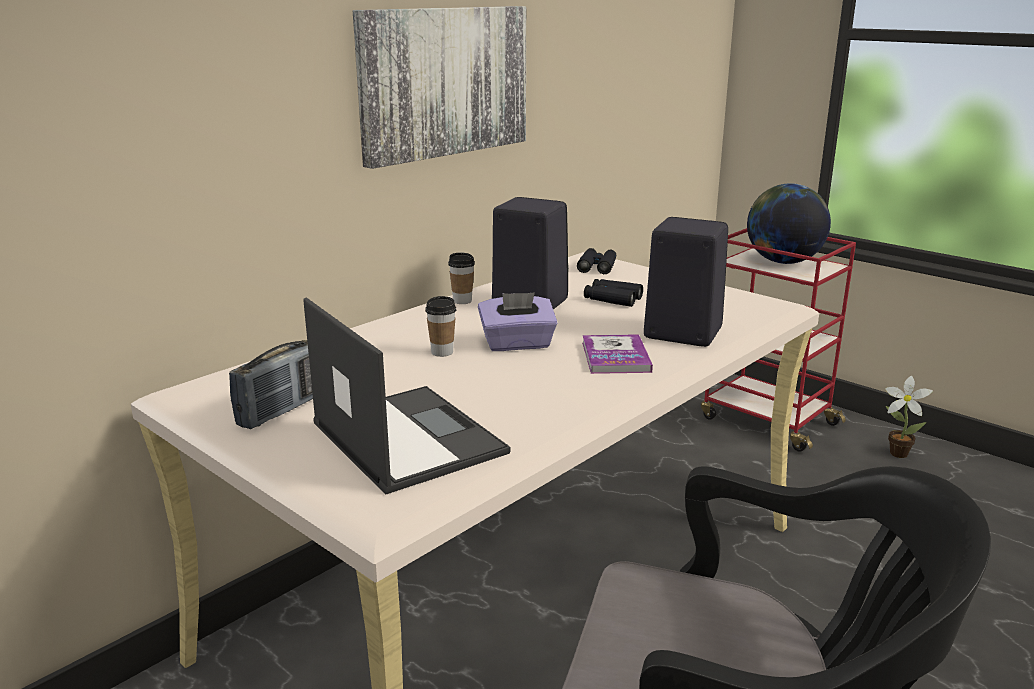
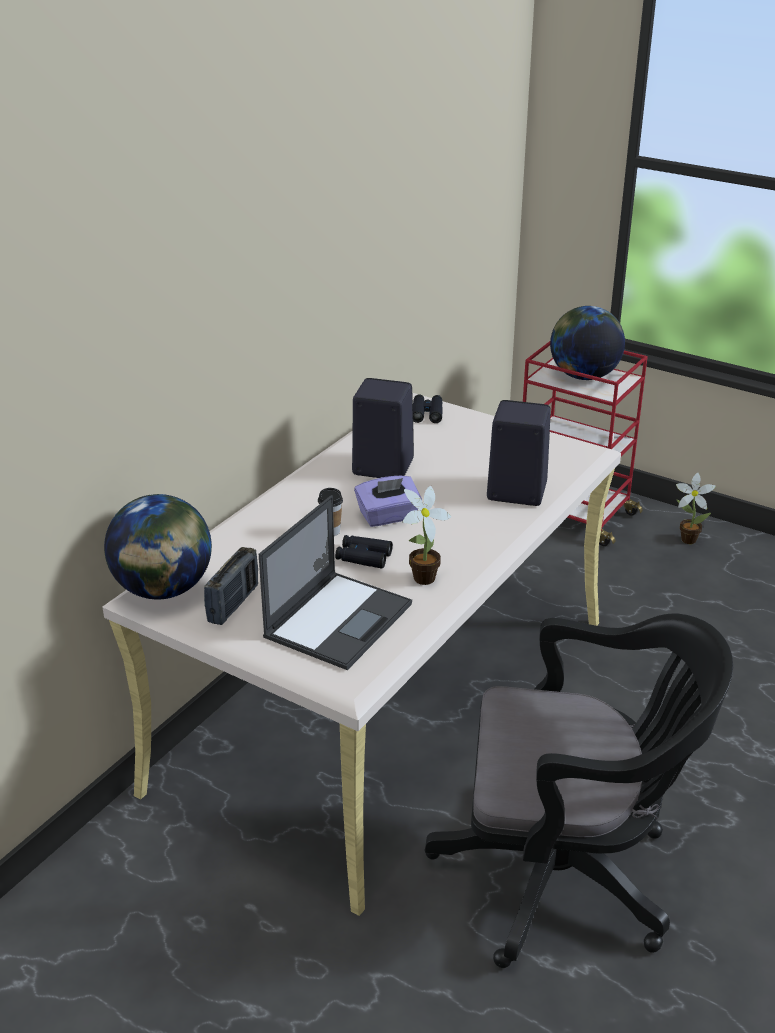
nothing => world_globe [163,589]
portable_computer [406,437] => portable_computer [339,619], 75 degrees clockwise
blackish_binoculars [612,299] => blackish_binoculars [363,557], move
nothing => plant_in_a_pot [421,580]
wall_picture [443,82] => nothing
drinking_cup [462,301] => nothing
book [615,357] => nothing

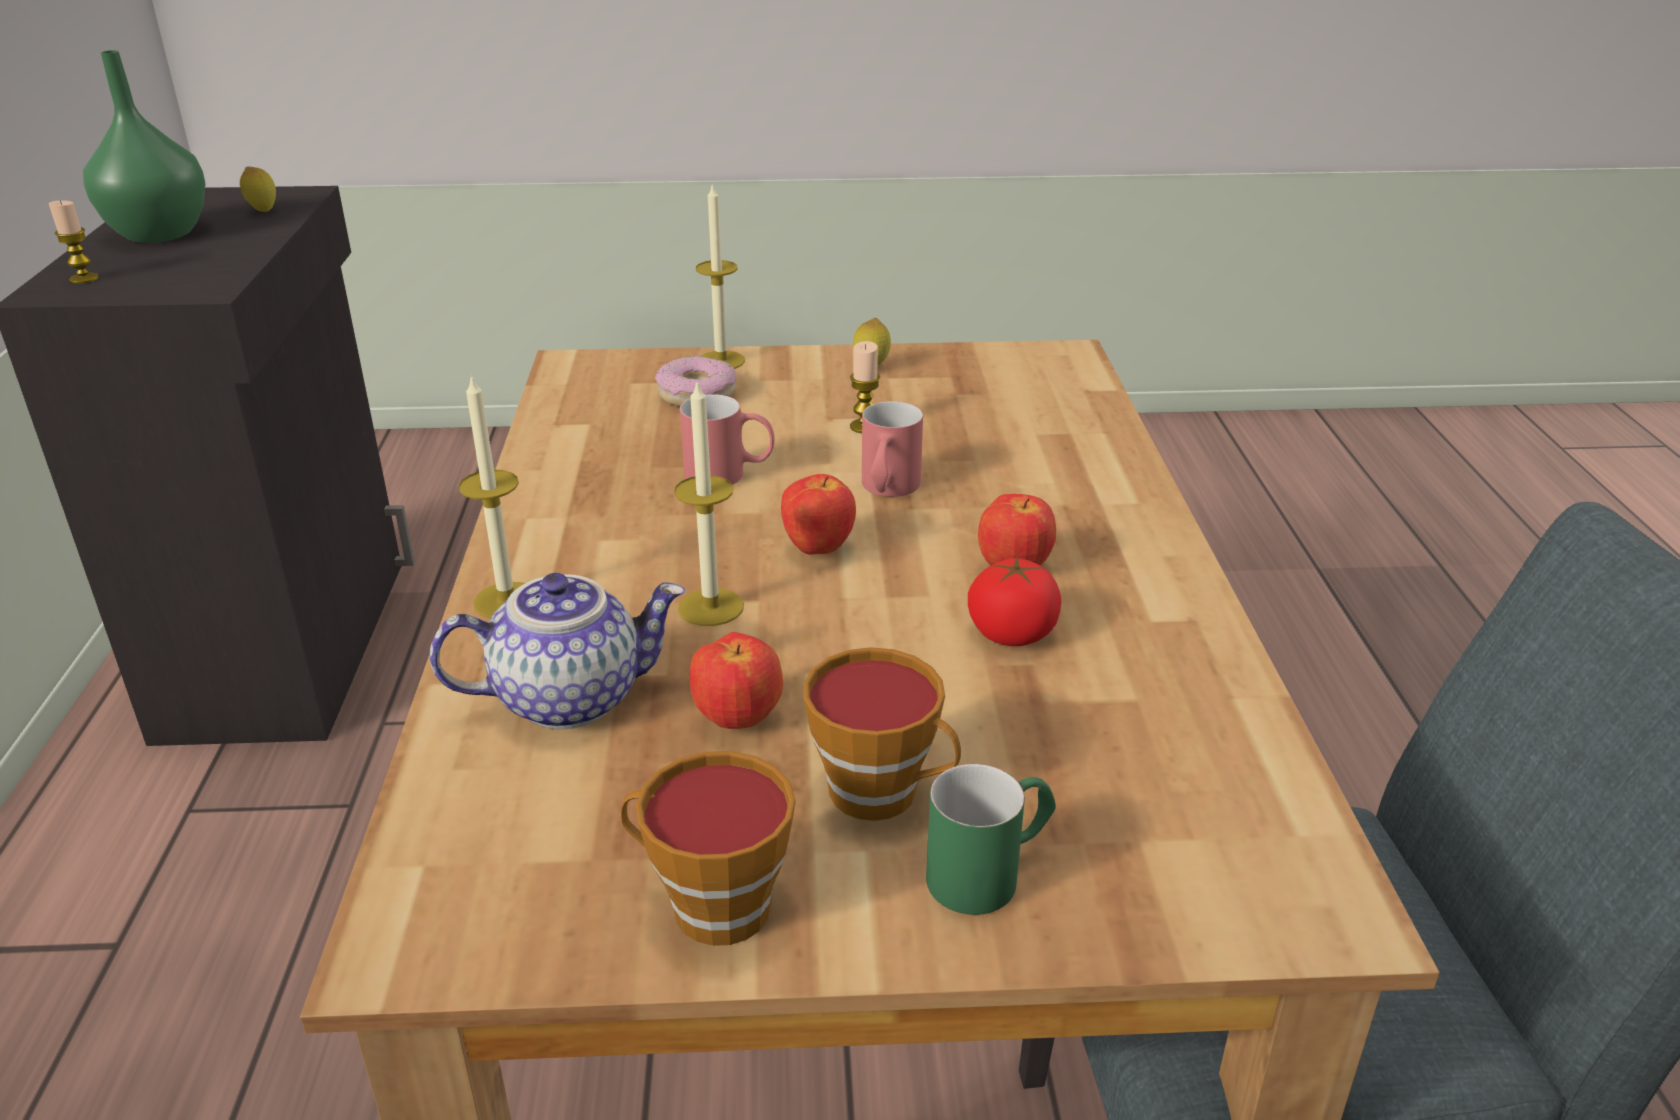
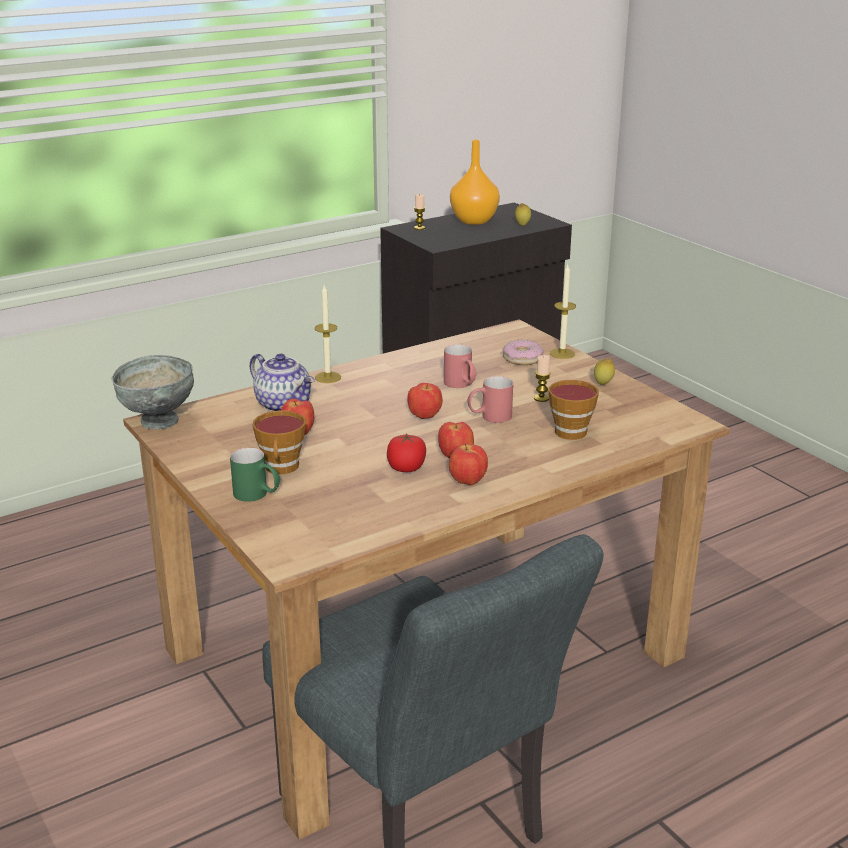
nothing => greyish_bowl [158,422]
nothing => apple [467,482]
greenish_decorative_vase [159,233] => orangey_decorative_vase [474,220]
drinking_cup [709,906] => drinking_cup [568,430], move
wax_light [710,607] => nothing

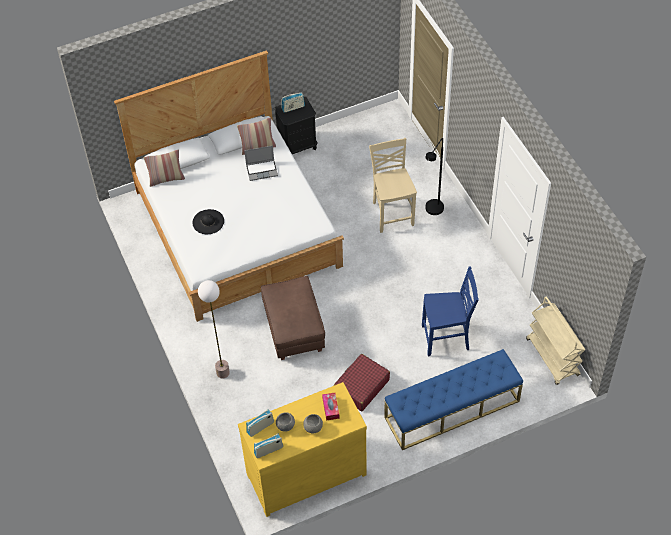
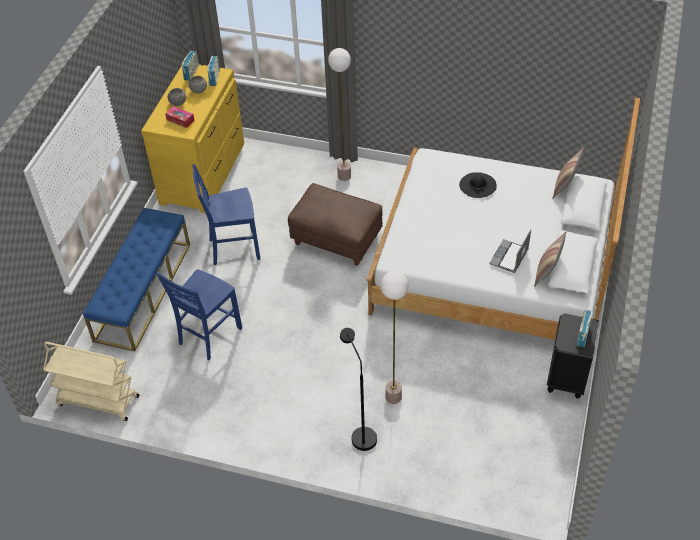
red-coloured_suitcase [361,387] => blue-coloured_plain_chair [233,248]
sand-coloured_plain_chair [392,213] => standard_lamp [393,397]

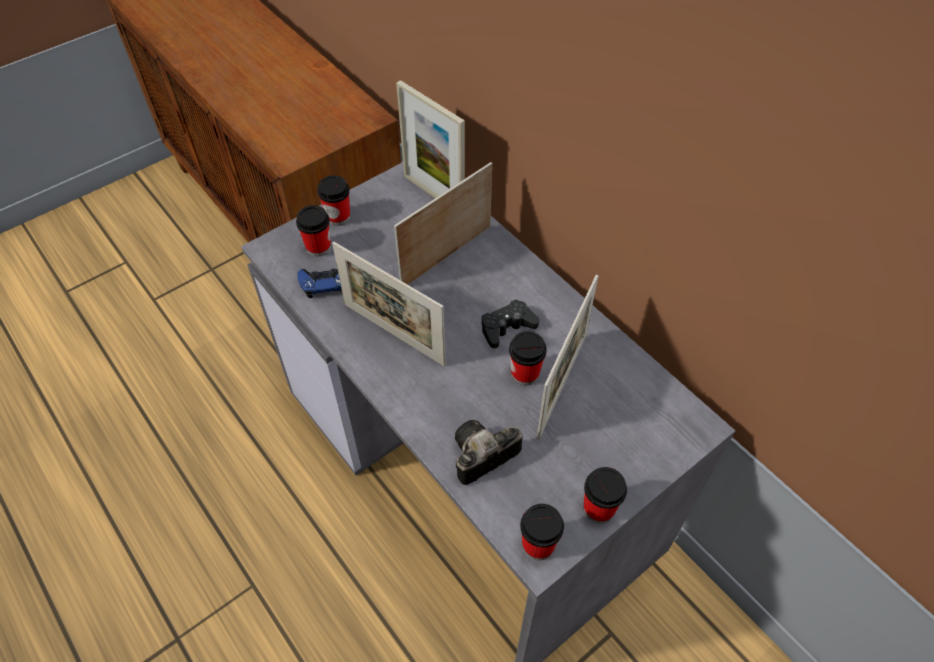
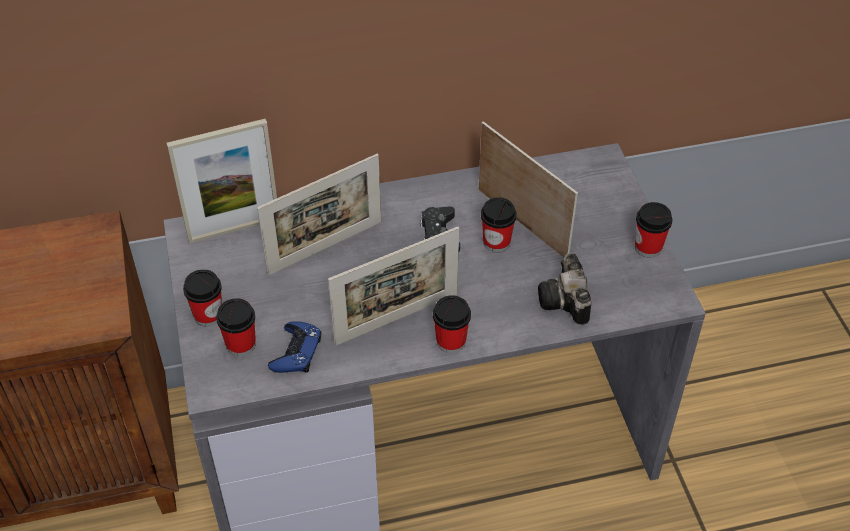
picture_frame [446,256] => picture_frame [325,247], 105 degrees counterclockwise
drinking_cup [538,544] => drinking_cup [451,341], move

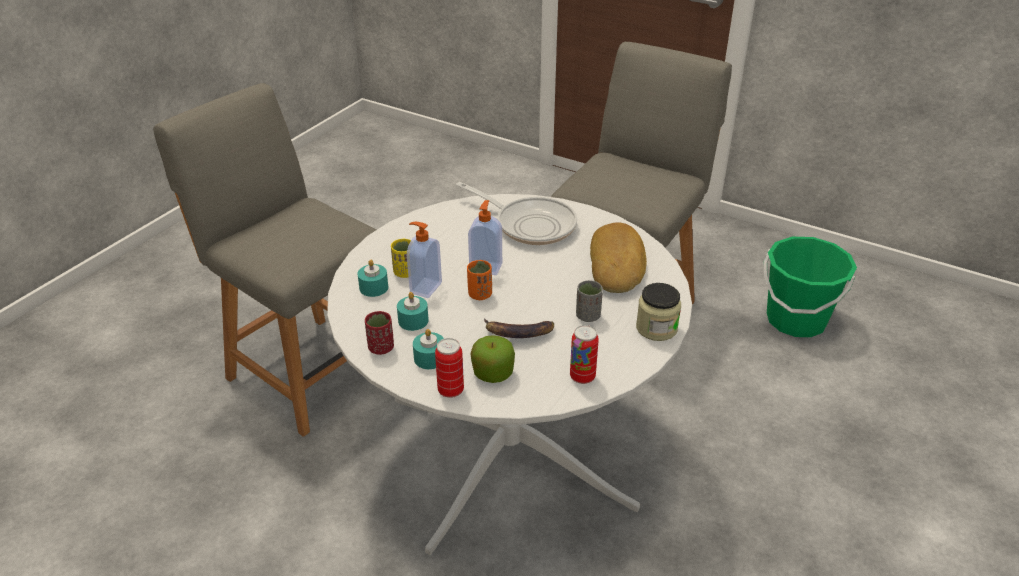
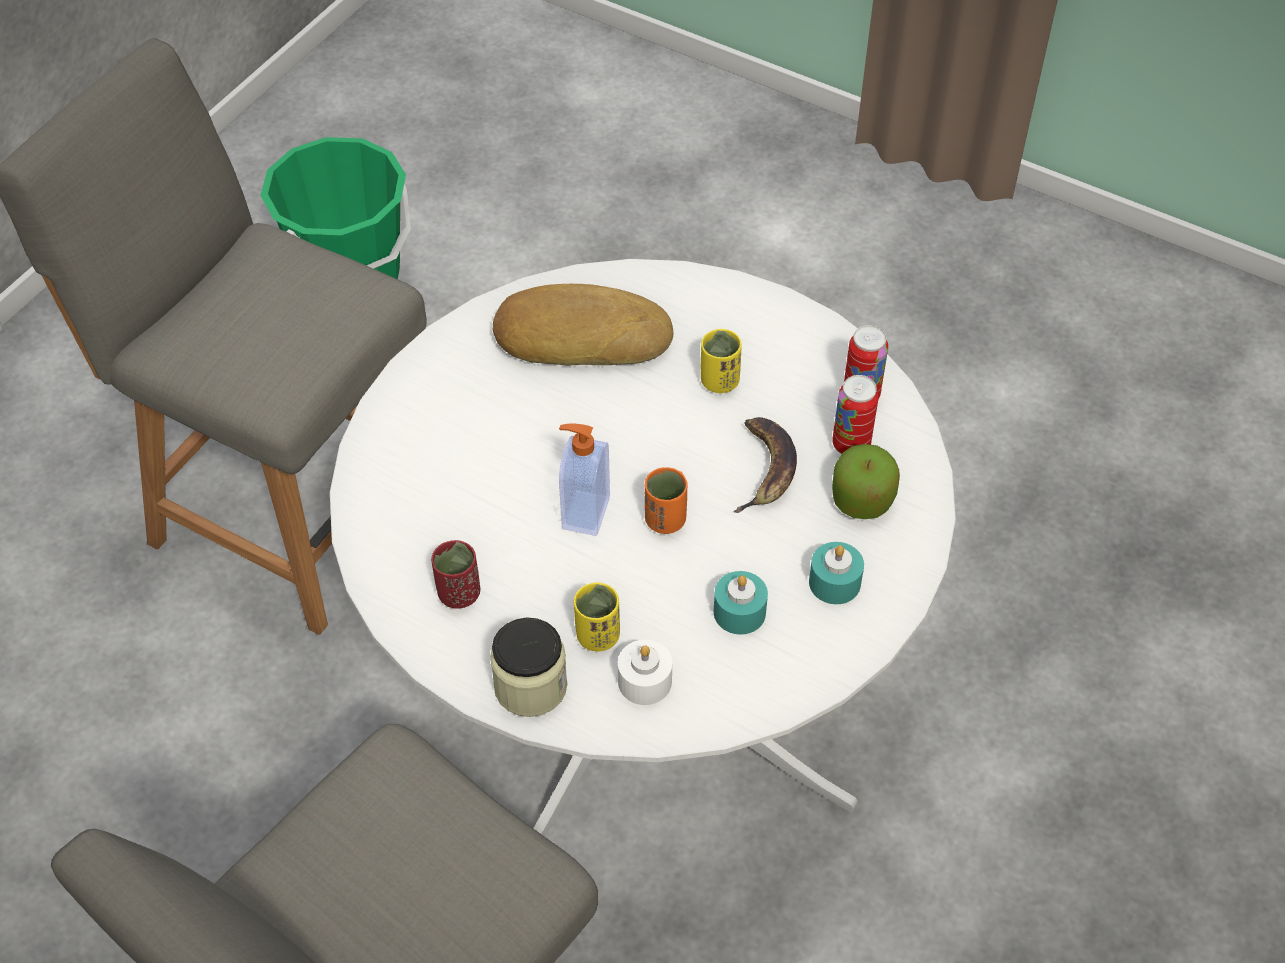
red-coloured_drinking_cup [381,348] => red-coloured_drinking_cup [459,593], move
storage_jar [656,328] => storage_jar [530,686], move
blue-green_wax_light [374,287] => whitish_wax_light [644,681]
greyish_drinking_cup [588,316] => yellow-coloured_drinking_cup [719,381]
sealed_can [450,390] => sealed_can [851,445], move
soap_bottle [425,287] => nothing
frying_pan [530,224] => nothing

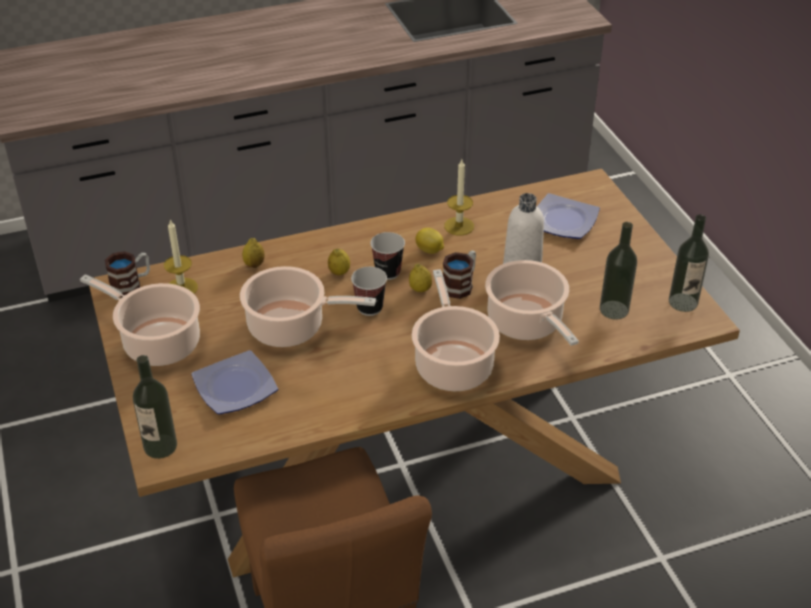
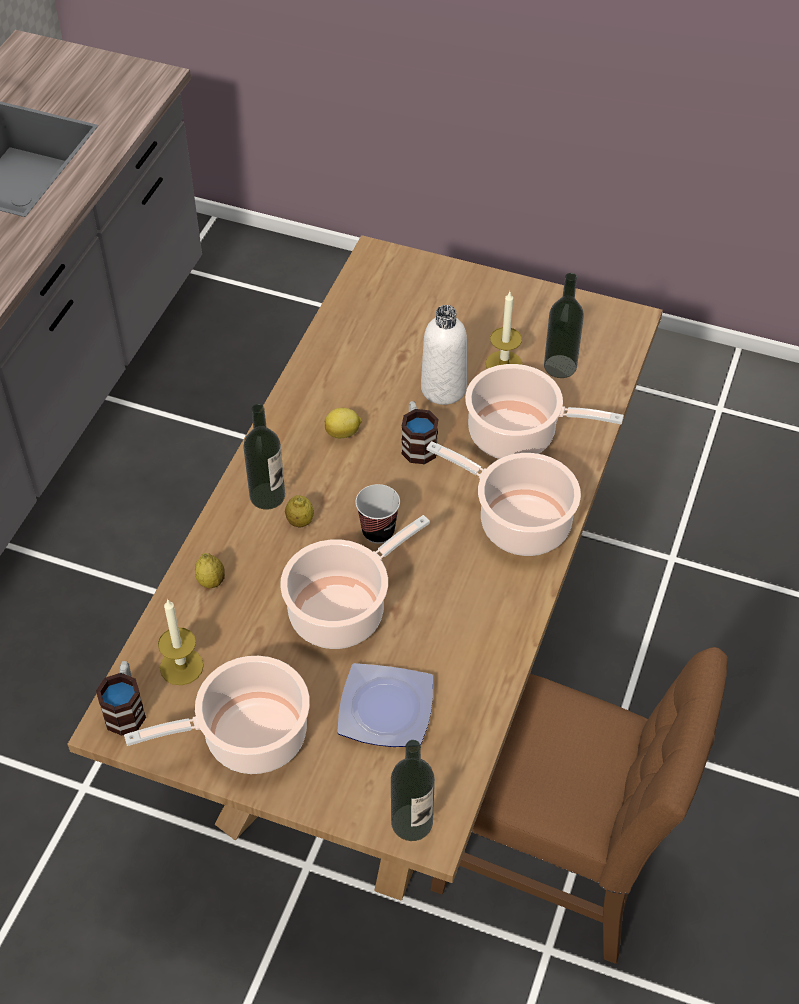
beverage_bottle [683,302] => beverage_bottle [267,496], move
wax_light [459,226] => wax_light [504,364], move
drinking_cup [388,272] => nothing
citrus_fruit [420,289] => nothing
dinner_plate [563,220] => nothing

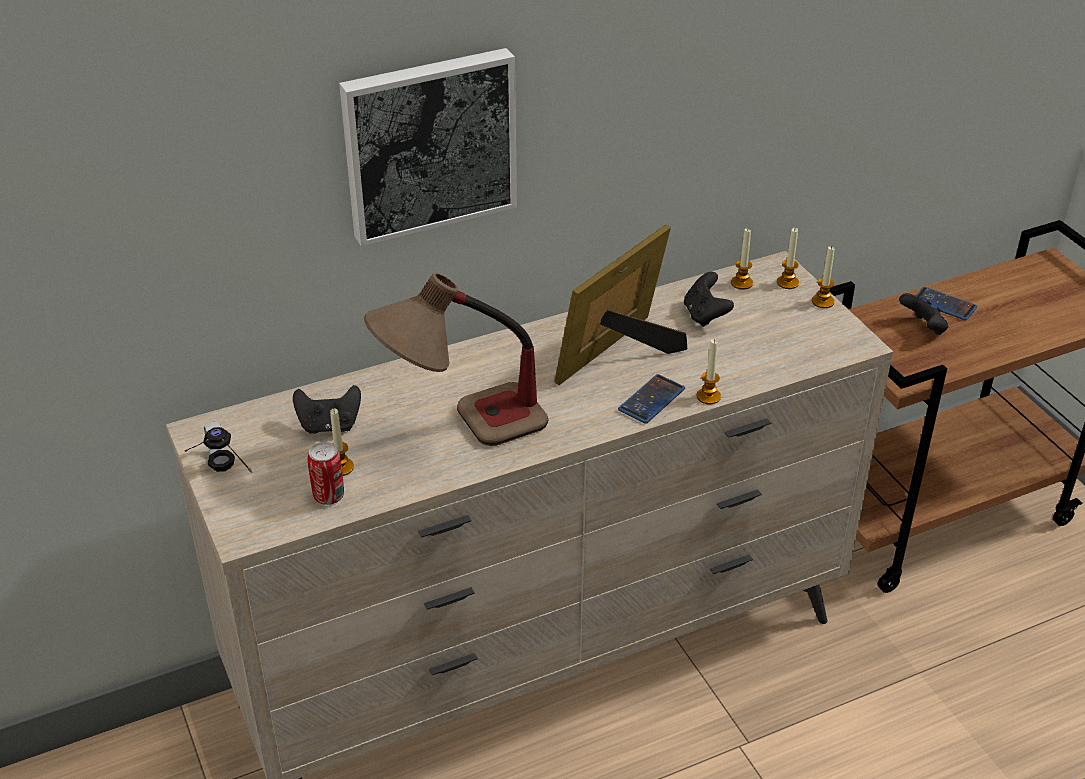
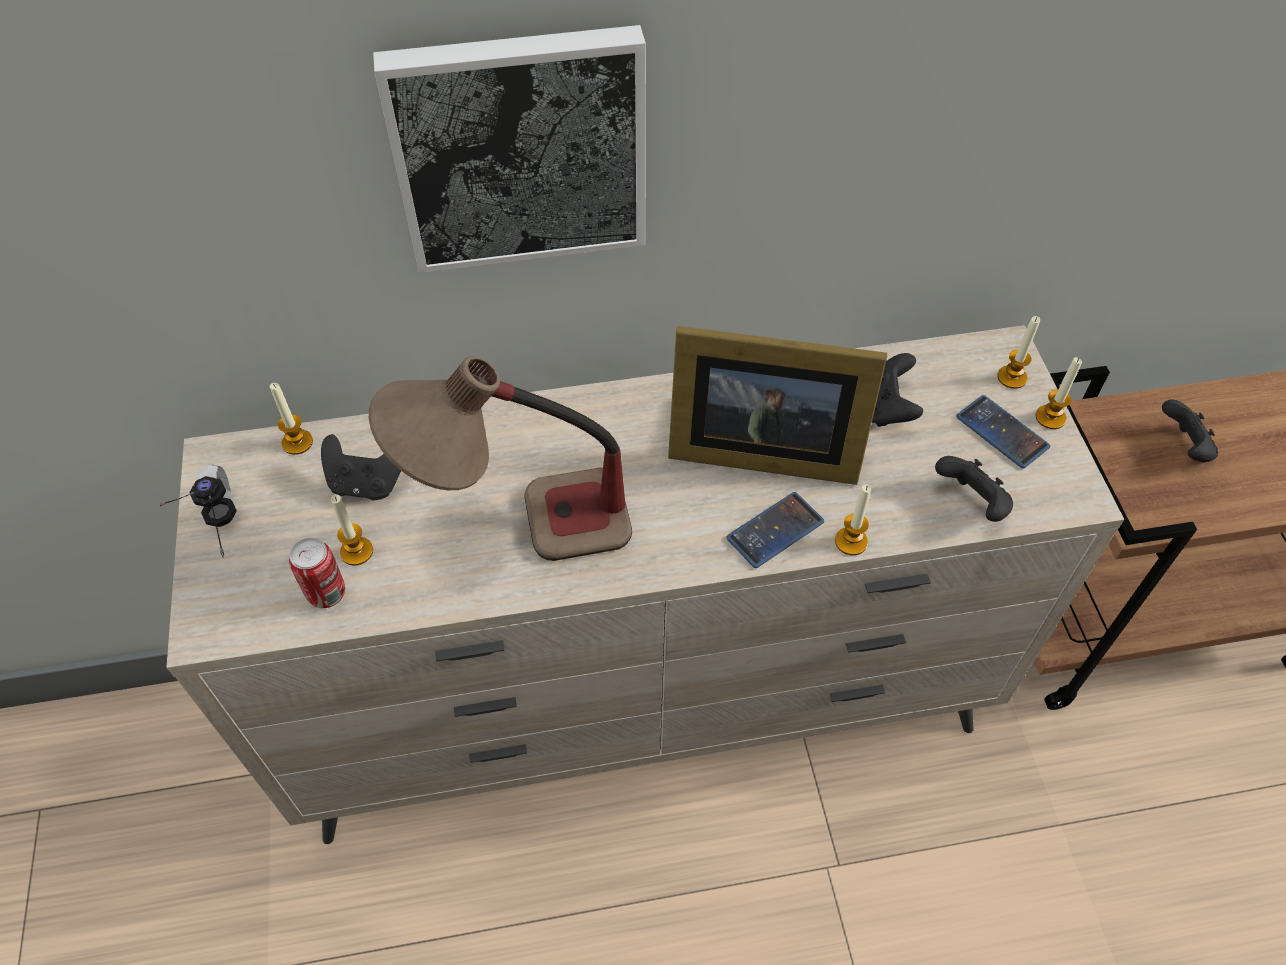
wax_light [741,283] => wax_light [297,442], move
picture_frame [620,354] => picture_frame [758,448], 135 degrees counterclockwise
nothing => blackish_joypad [972,503]
phone [944,304] => phone [1002,432], move

